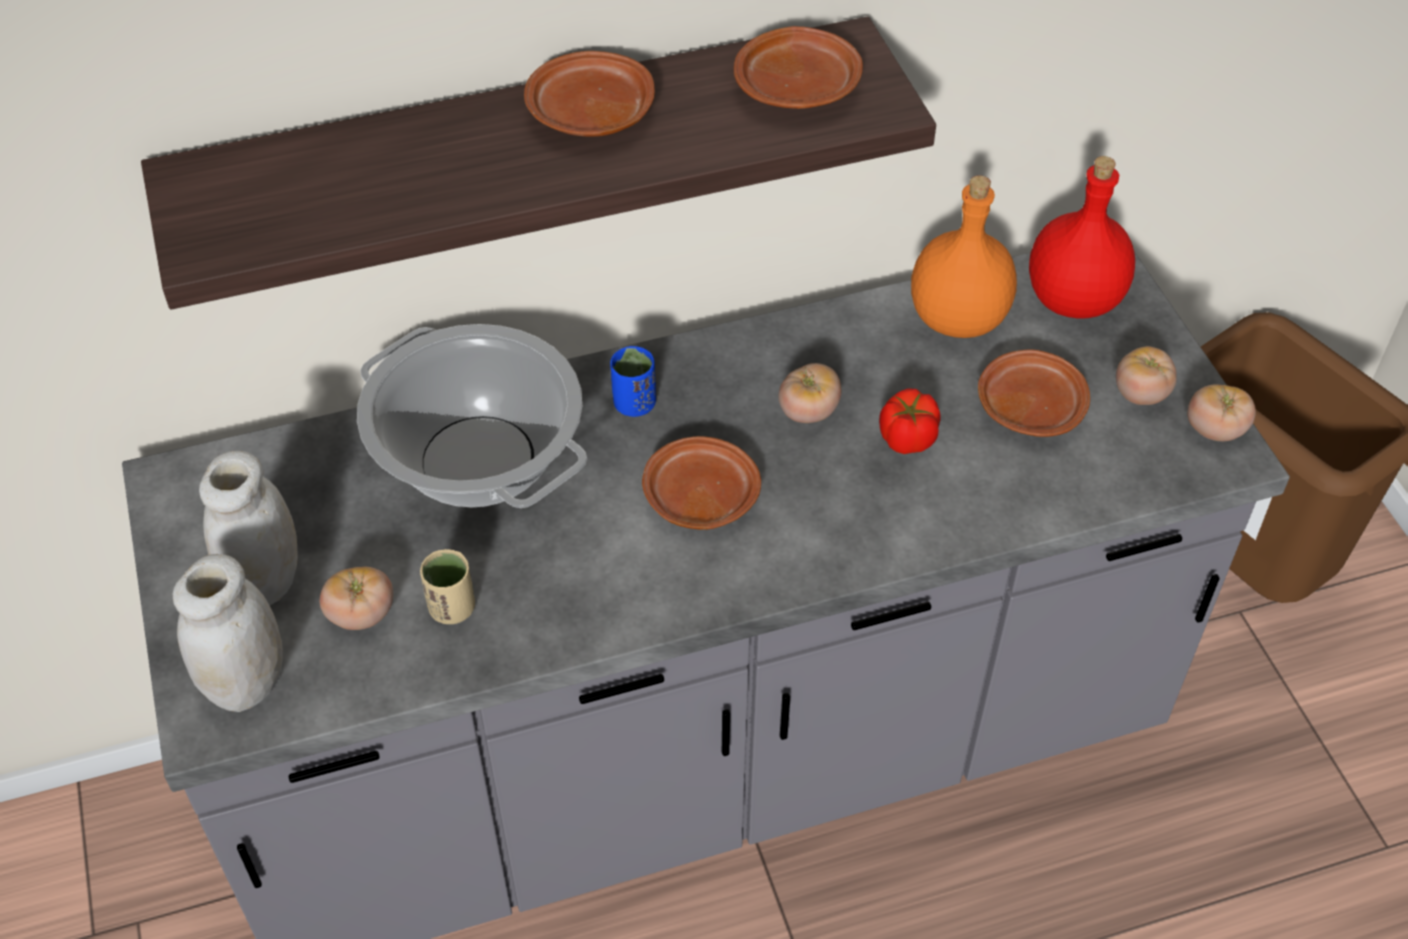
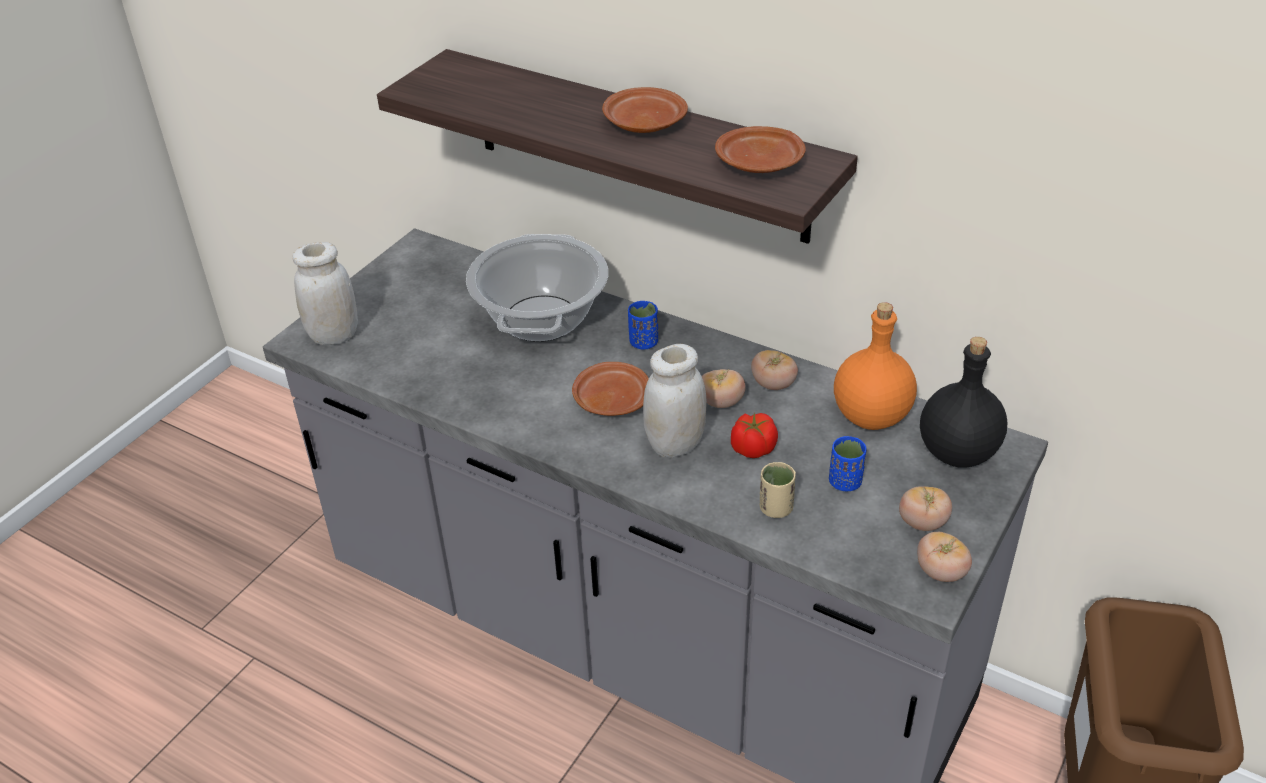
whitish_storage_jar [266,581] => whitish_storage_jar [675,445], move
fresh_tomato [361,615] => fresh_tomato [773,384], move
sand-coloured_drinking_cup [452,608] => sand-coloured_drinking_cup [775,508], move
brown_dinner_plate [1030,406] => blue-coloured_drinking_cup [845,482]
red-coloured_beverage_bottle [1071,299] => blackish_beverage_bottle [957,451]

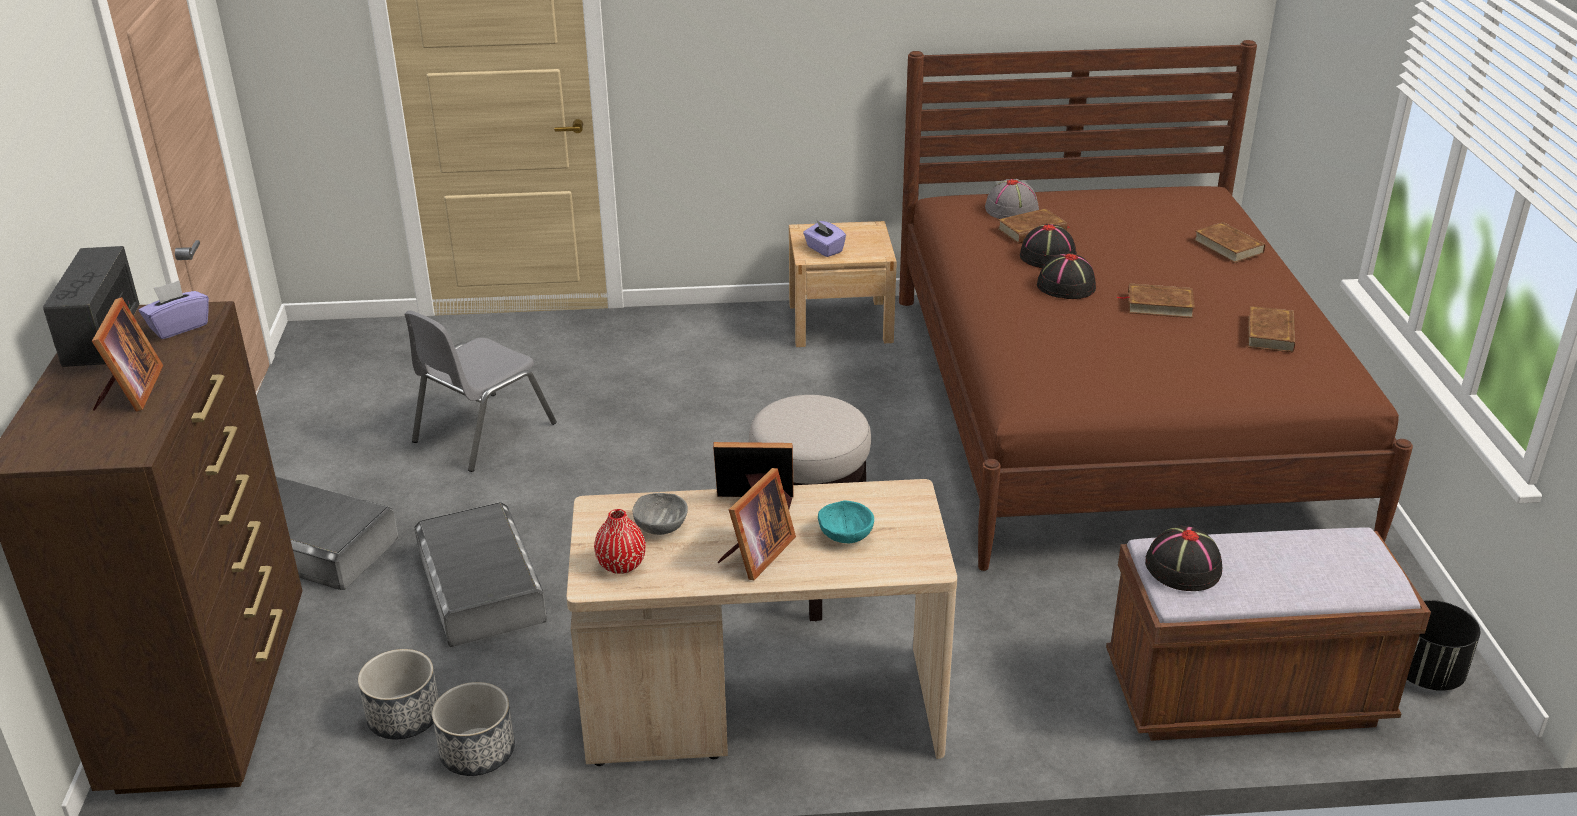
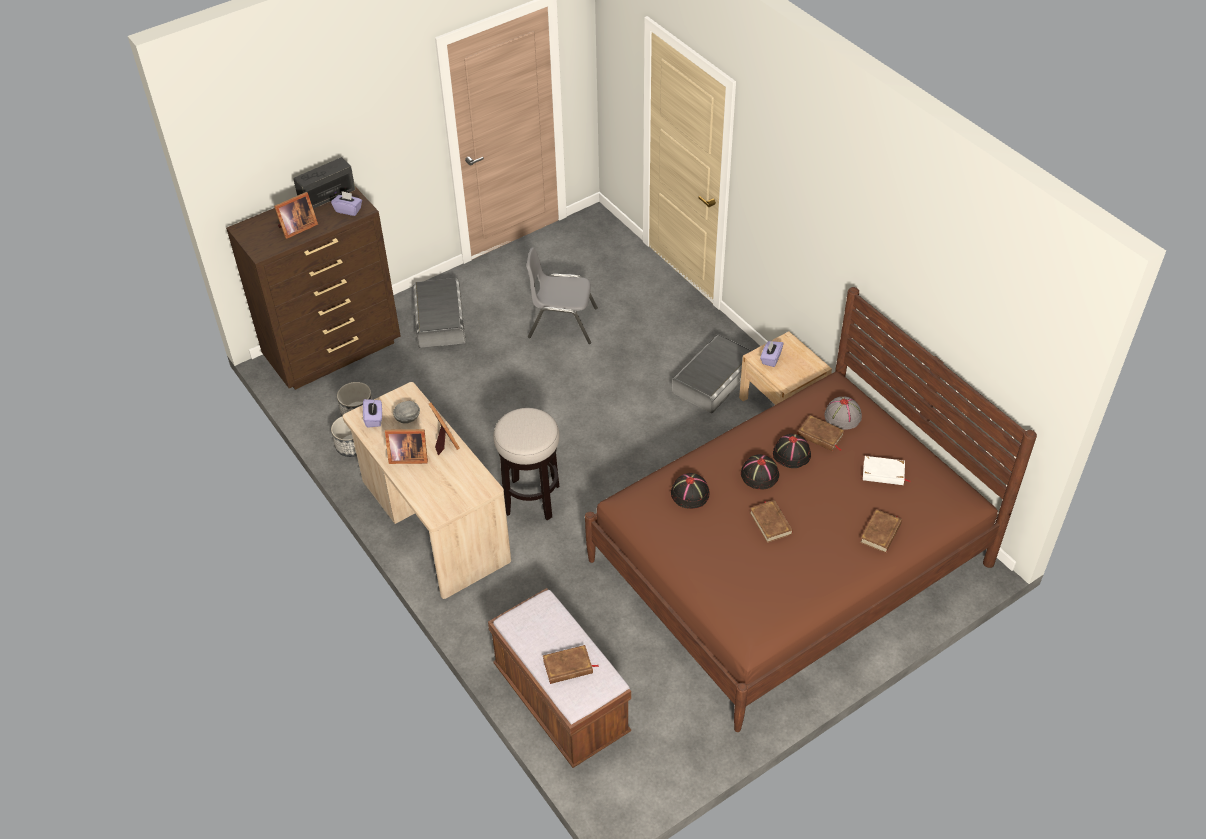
red-coloured_decorative_vase [621,565] => purplish_box_of_tissues [374,419]
brown_book [1270,334] => brown_book [568,667], move
blackish_hat [1182,567] => blackish_hat [690,493], move
greyish_storage_box [482,587] => greyish_storage_box [714,380], move
nothing => whitish_book [883,473]
blue-green_bowl [845,535] => nothing
blackish_flower_pot [1427,674] => nothing

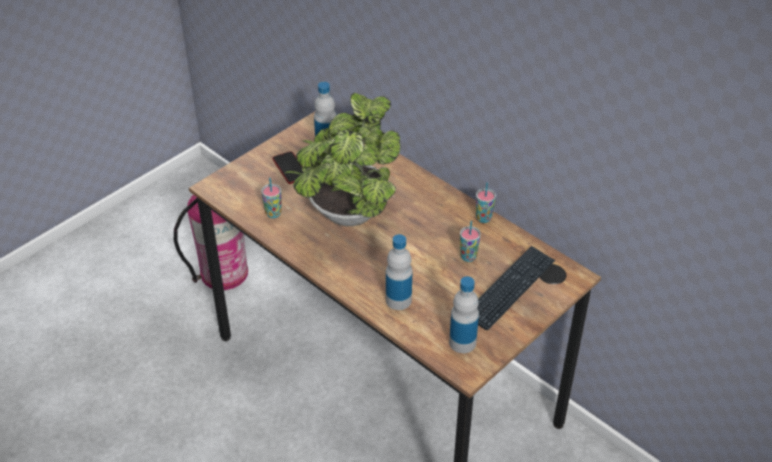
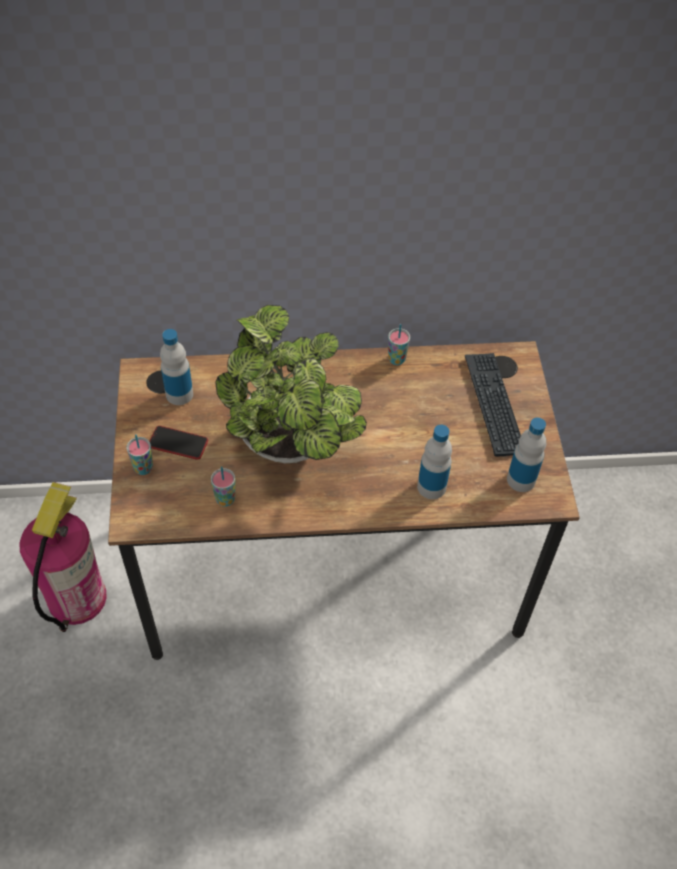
drinking_cup [468,257] => drinking_cup [143,468], move

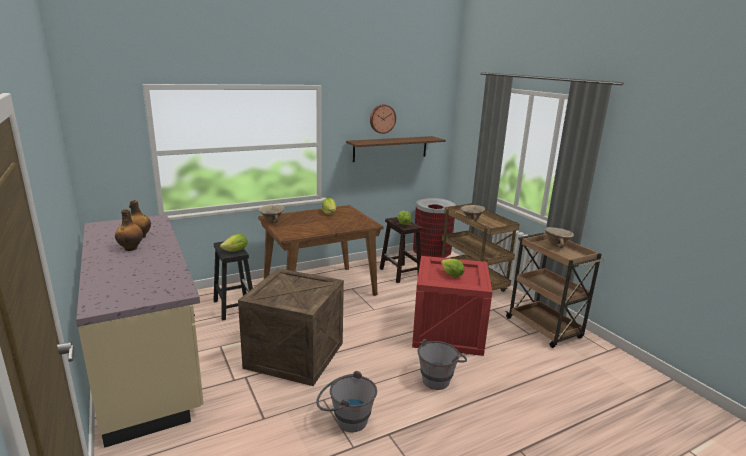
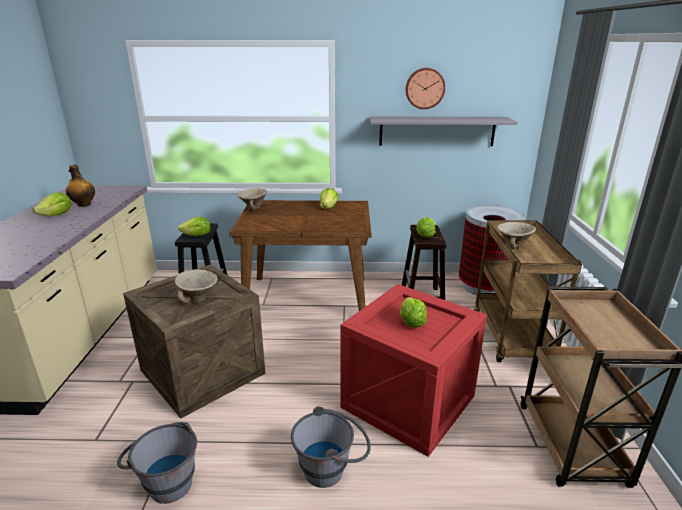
beverage_bottle [131,248] => head_of_lettuce [57,215]
sand-coloured_bowl [557,245] => sand-coloured_bowl [199,298], move
brown_wall_shelf [390,148] => greyish_wall_shelf [437,131]

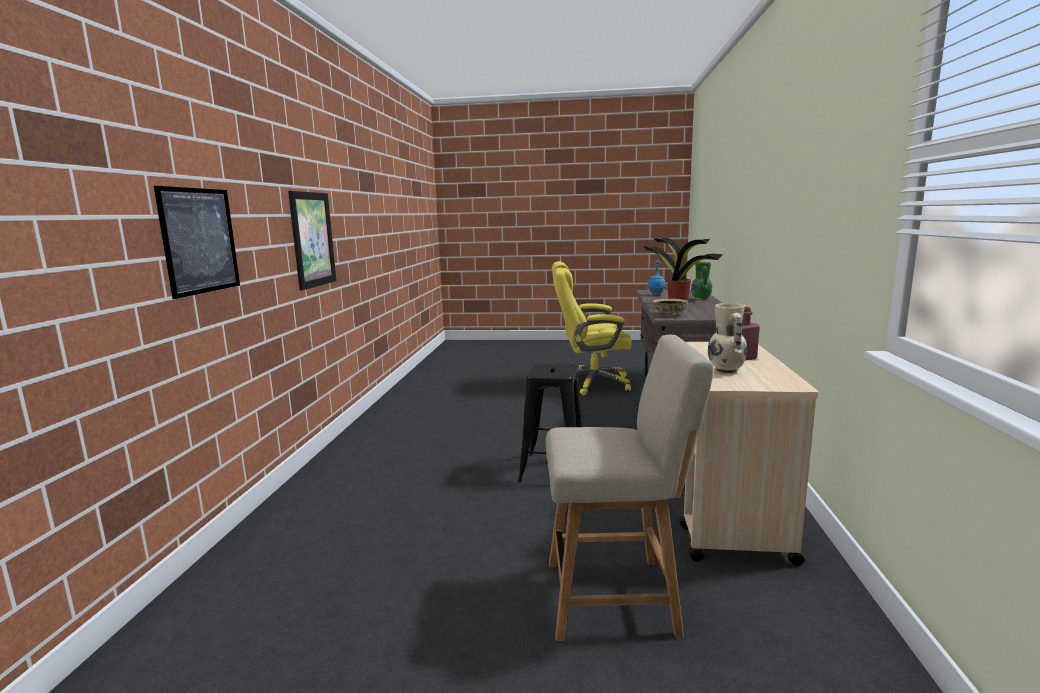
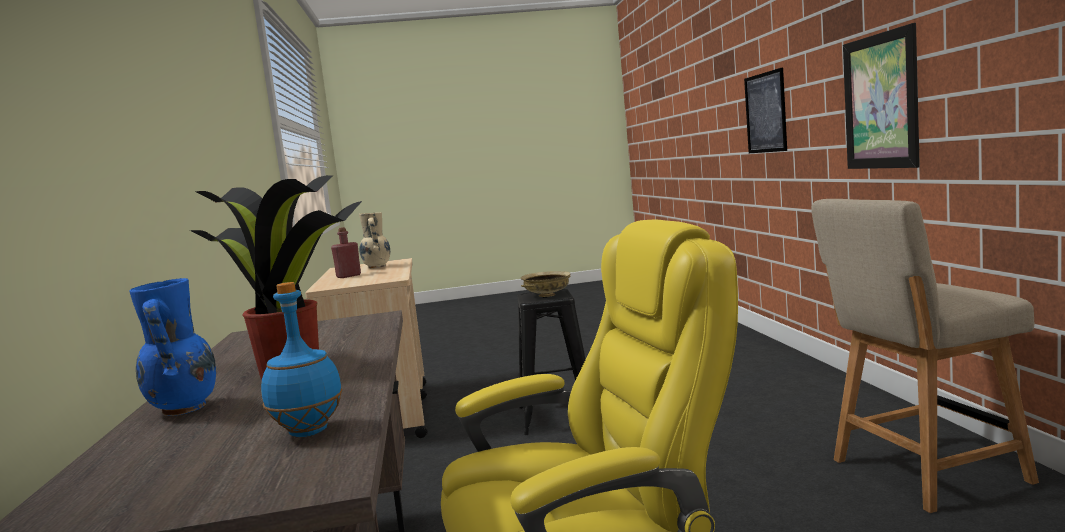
greenish_decorative_vase [701,299] => blue-coloured_decorative_vase [183,410]
sand-coloured_bowl [669,314] => sand-coloured_bowl [547,295], move
sand-coloured_plain_chair [618,597] => sand-coloured_plain_chair [922,473], move

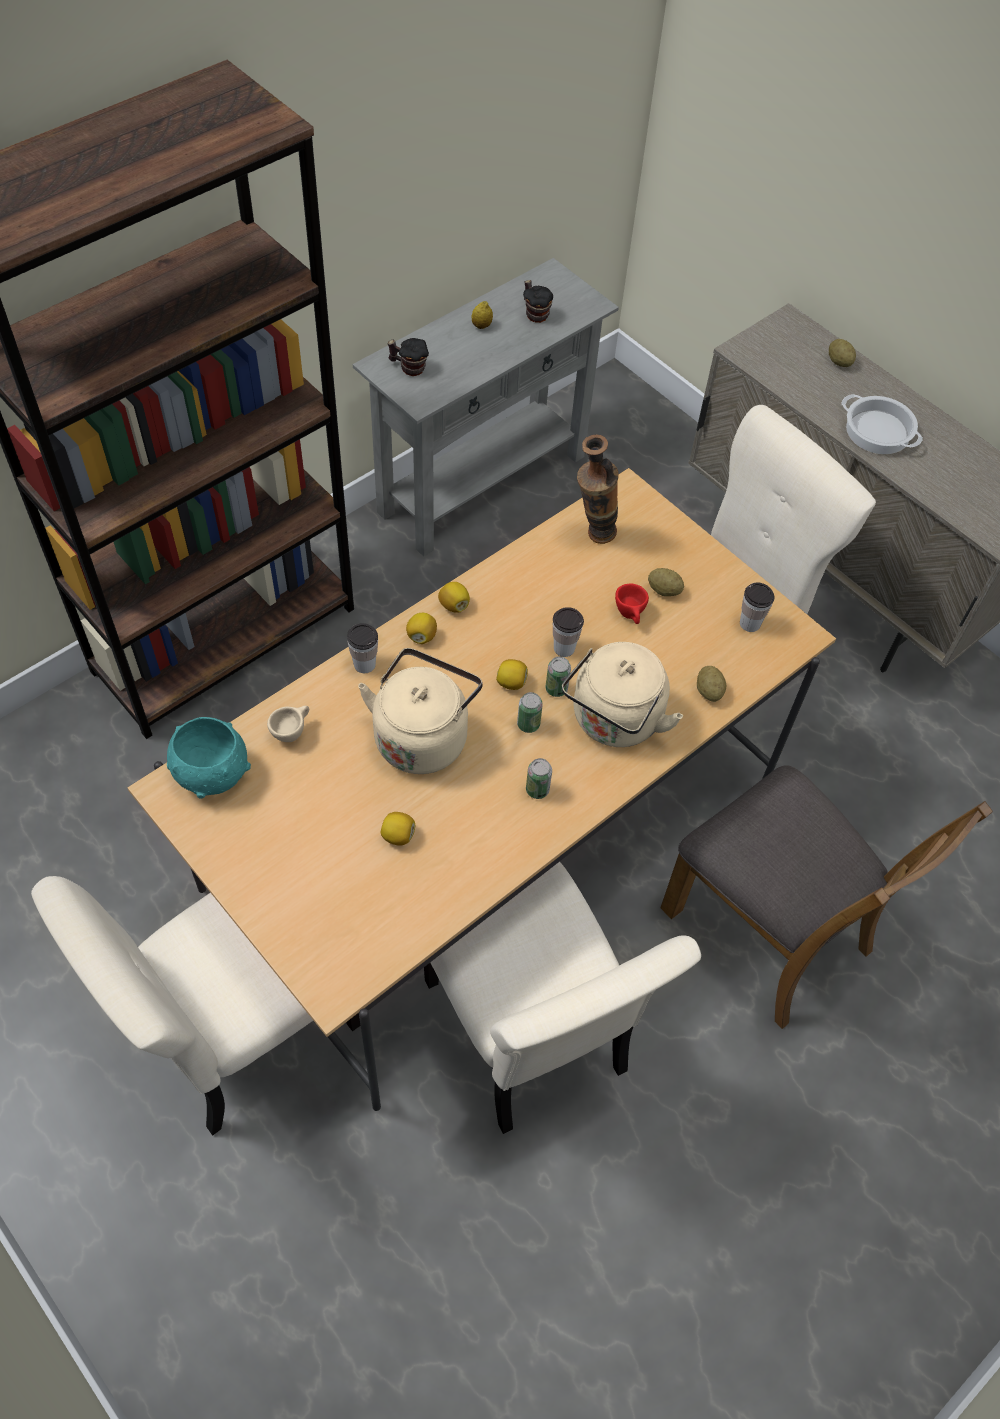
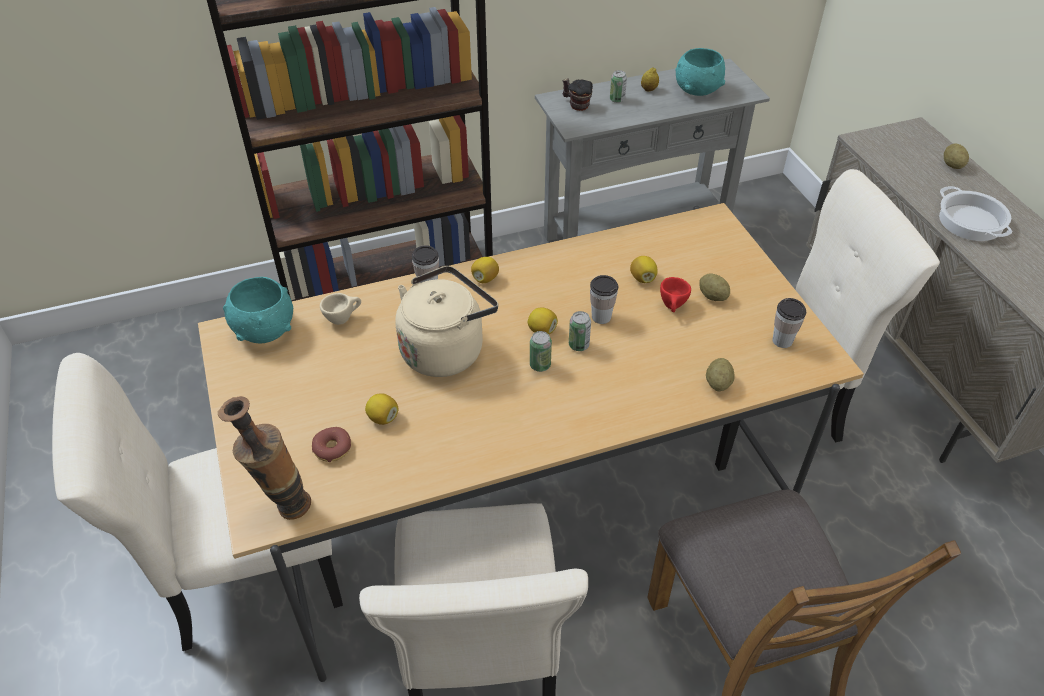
decorative_vase [592,536] => decorative_vase [283,506], move
nothing => doughnut [332,448]
sealed_can [537,790] => sealed_can [617,99], move
citrus_fruit [454,605] => citrus_fruit [642,278], move
mug [535,313] => blue-green_bowl [696,89]
sand-coloured_tea_kettle [614,722] => nothing

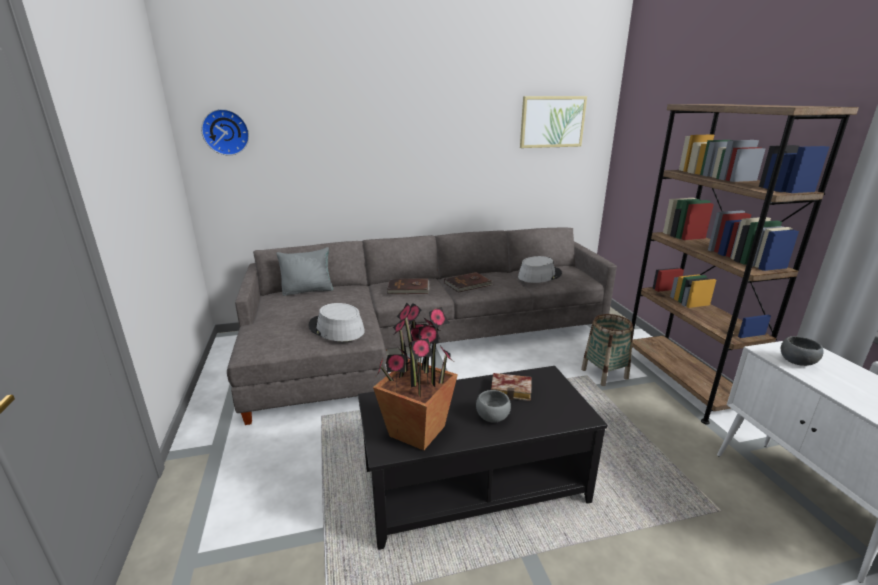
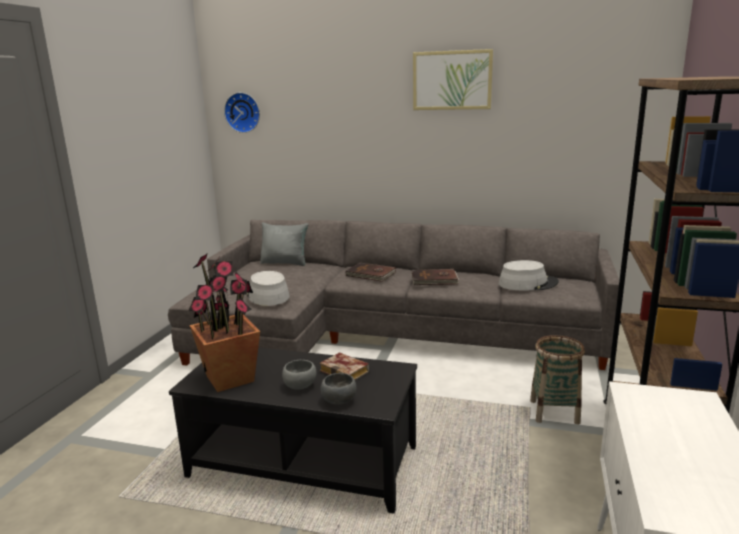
greyish_bowl [797,362] => greyish_bowl [340,401], move
wall_picture [552,122] => wall_picture [452,80], move

